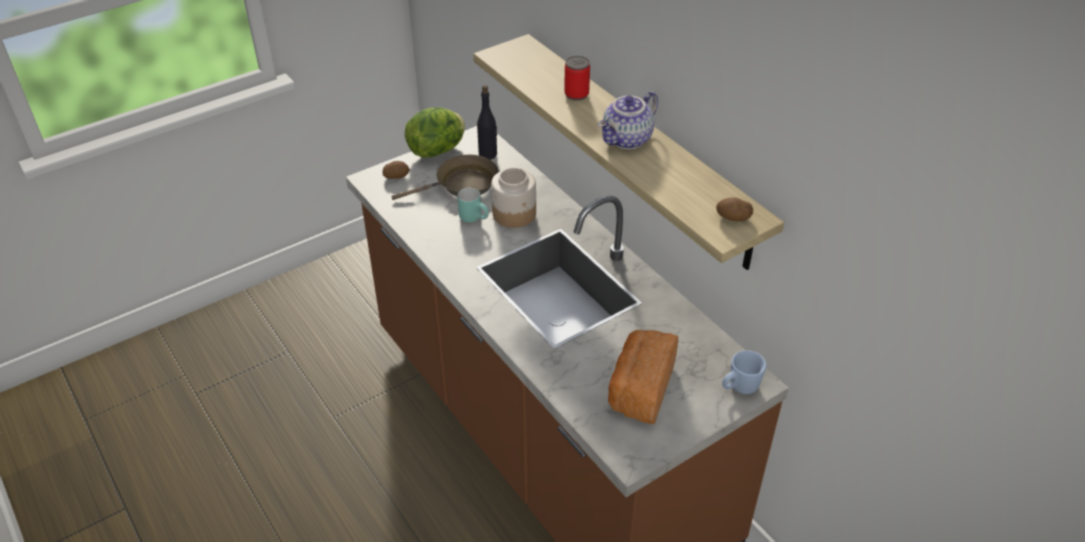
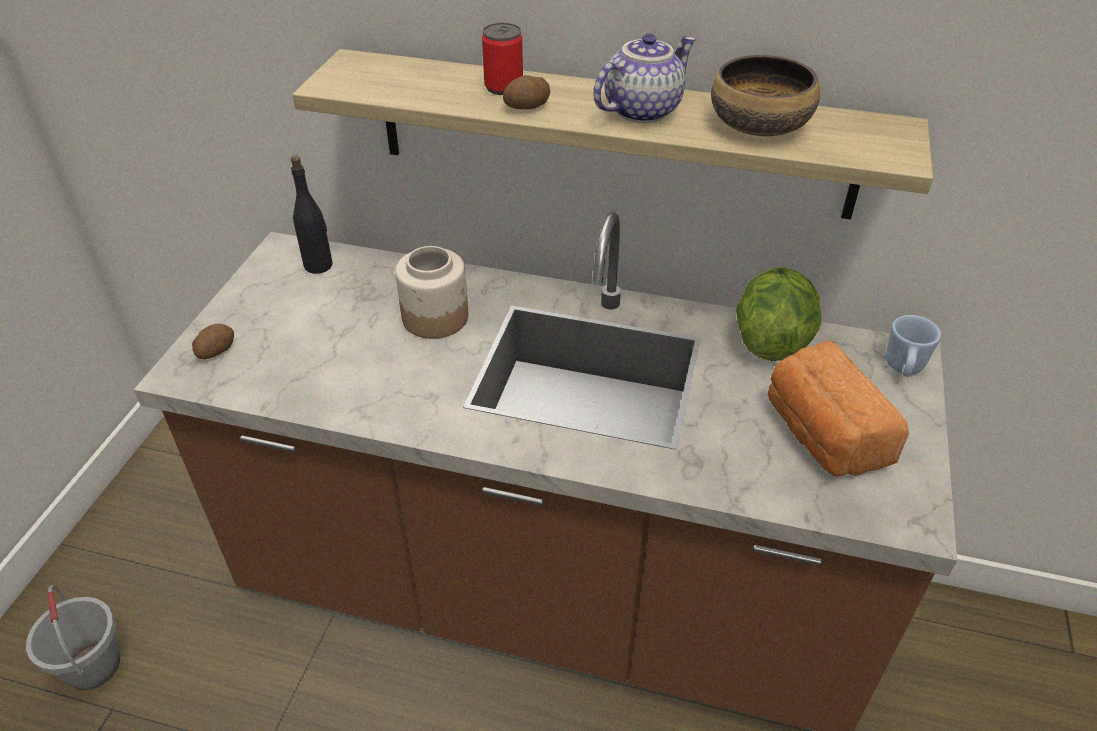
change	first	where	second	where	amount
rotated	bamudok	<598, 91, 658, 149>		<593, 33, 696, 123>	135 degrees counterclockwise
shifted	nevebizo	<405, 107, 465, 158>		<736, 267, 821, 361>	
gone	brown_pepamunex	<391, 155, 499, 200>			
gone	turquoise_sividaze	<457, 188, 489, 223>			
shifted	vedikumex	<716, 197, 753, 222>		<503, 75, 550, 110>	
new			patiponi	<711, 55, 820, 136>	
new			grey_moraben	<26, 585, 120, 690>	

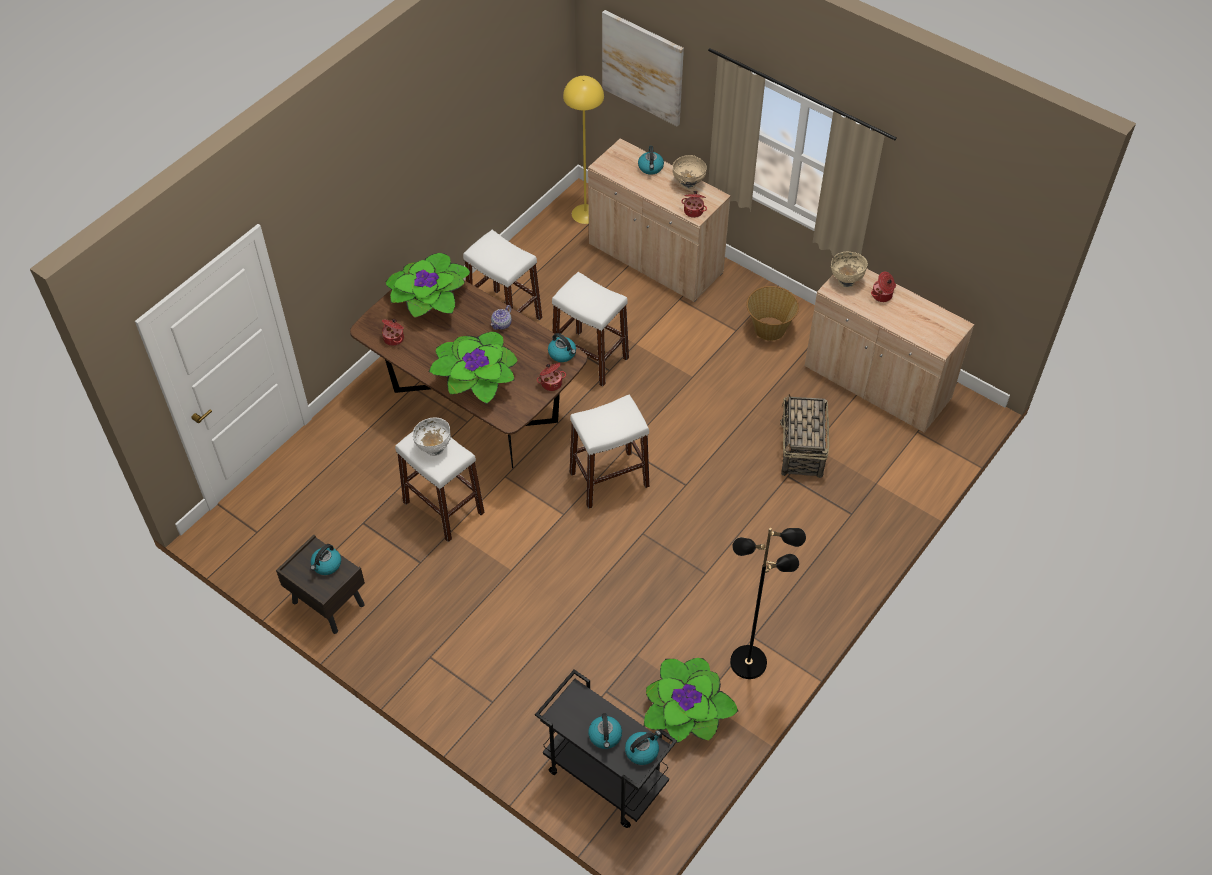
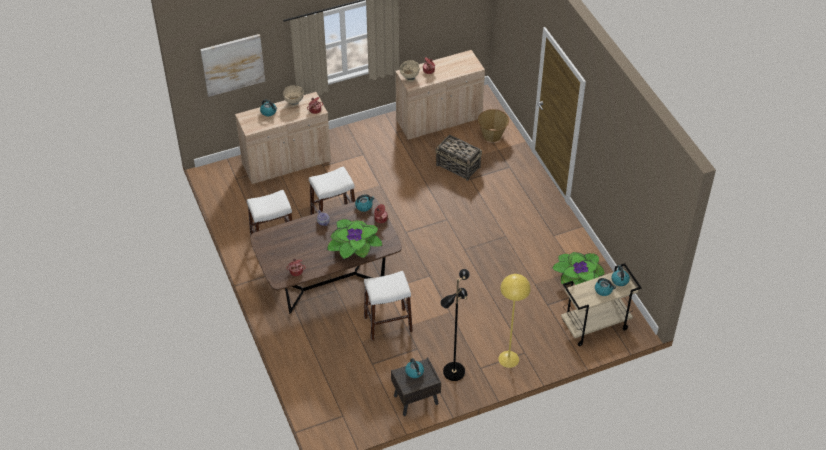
change	first	where	second	where	amount
shifted	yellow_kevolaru	<563, 76, 604, 224>		<498, 274, 531, 368>	
gone	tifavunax	<386, 253, 471, 318>			
shifted	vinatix	<747, 286, 799, 341>		<478, 109, 509, 142>	
gone	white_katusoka	<570, 394, 650, 509>			
gone	white_patiponi	<413, 417, 451, 456>			
shifted	black_kevolaru	<730, 528, 806, 679>		<440, 269, 470, 381>	
repainted	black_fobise	<535, 669, 677, 828>	beige_fobise	<561, 263, 642, 346>	

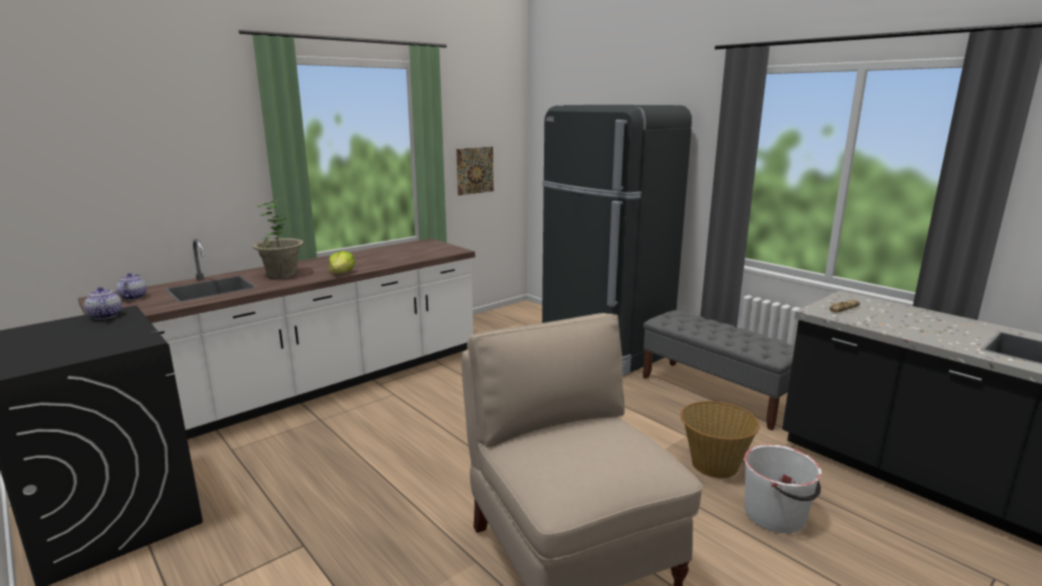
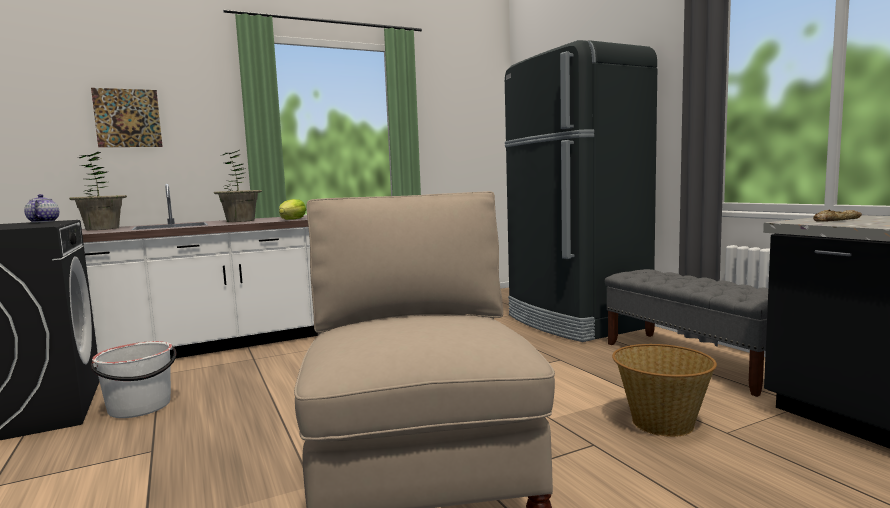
change	first	where	second	where	amount
shifted	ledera	<456, 147, 494, 195>		<91, 88, 163, 147>	
swapped	bamudok	<116, 273, 147, 300>	tifavunax	<69, 152, 127, 230>	
shifted	white_moraben	<744, 444, 822, 533>		<91, 341, 177, 418>	

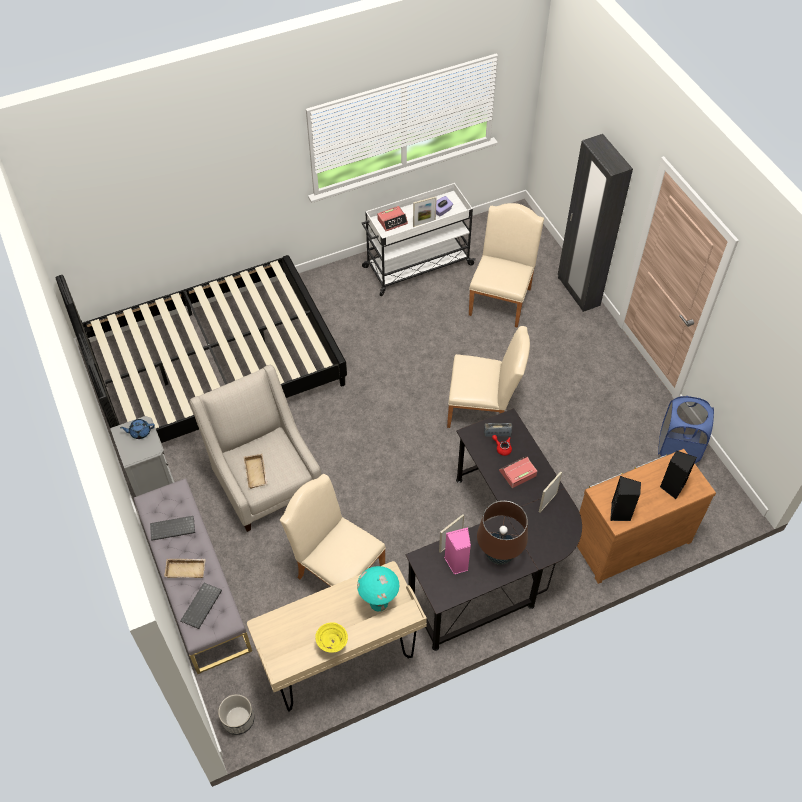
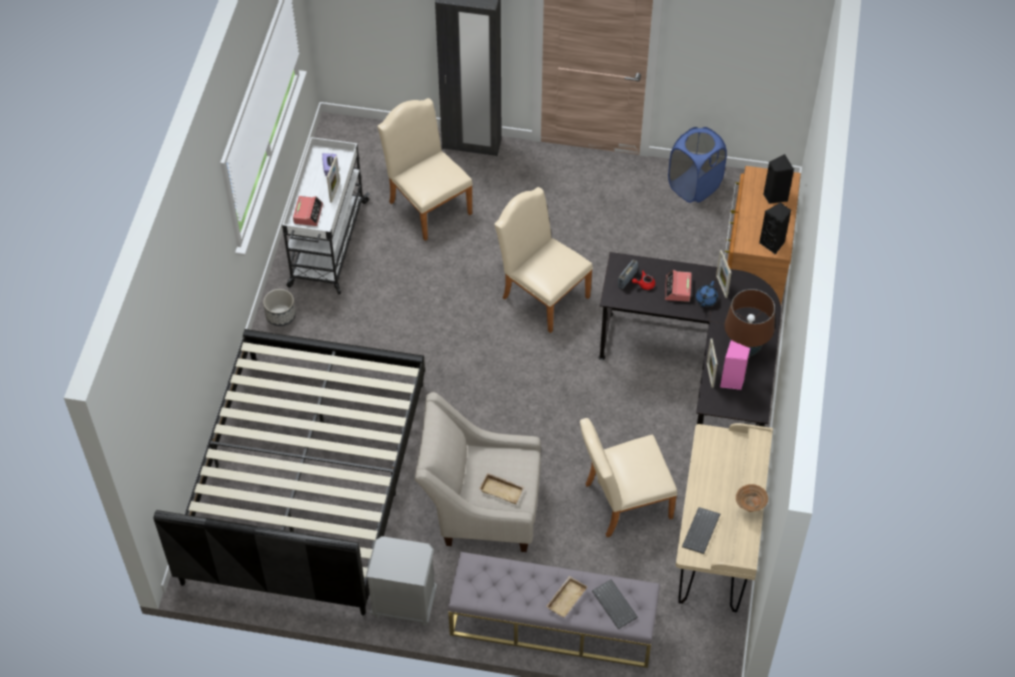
change	first	where	second	where	amount
rotated	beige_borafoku	<447, 326, 530, 428>		<494, 187, 593, 333>	90 degrees counterclockwise
shifted	blue_bamudok	<120, 419, 155, 439>		<696, 281, 718, 307>	
shifted	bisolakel	<150, 516, 195, 541>		<682, 507, 720, 554>	
gone	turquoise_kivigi	<357, 566, 399, 611>			
repainted	yellow_patiponi	<315, 622, 348, 653>	brown_patiponi	<736, 484, 768, 512>	
shifted	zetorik	<218, 694, 254, 735>		<263, 289, 296, 326>	

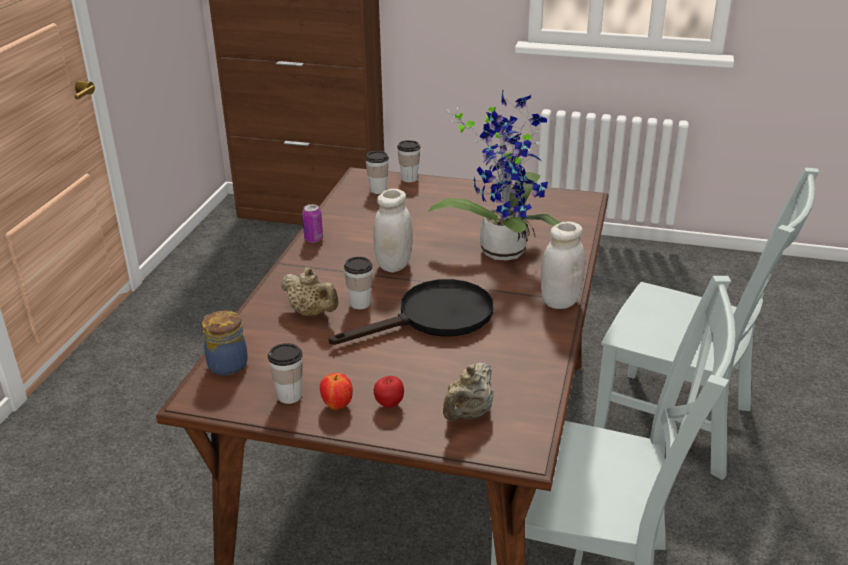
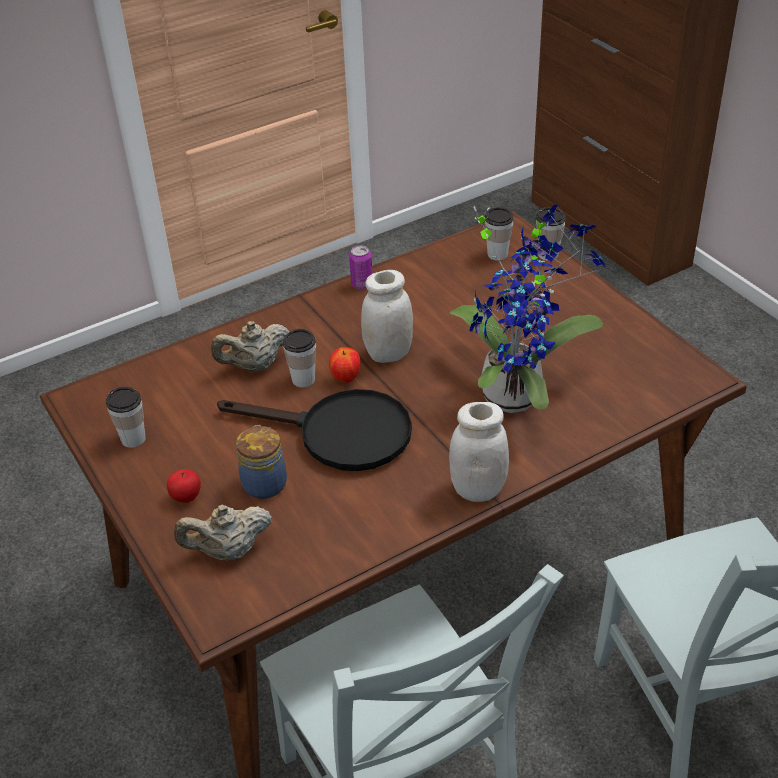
change	first	where	second	where	amount
rotated	beige_bamudok	<281, 267, 338, 317>		<211, 321, 290, 371>	75 degrees clockwise
shifted	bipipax	<202, 310, 248, 376>		<236, 425, 287, 499>	
shifted	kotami	<320, 373, 353, 410>		<329, 347, 361, 383>	

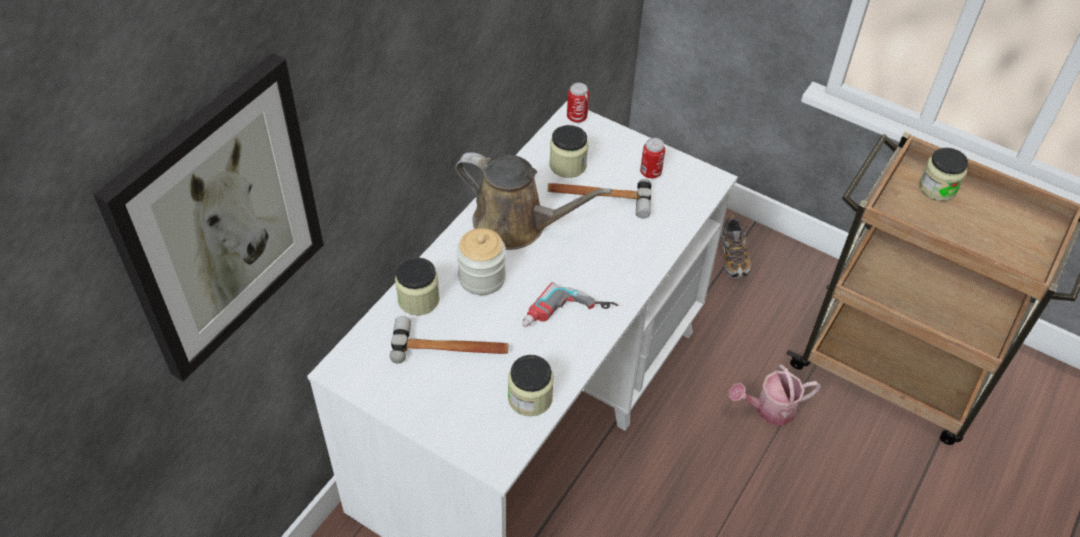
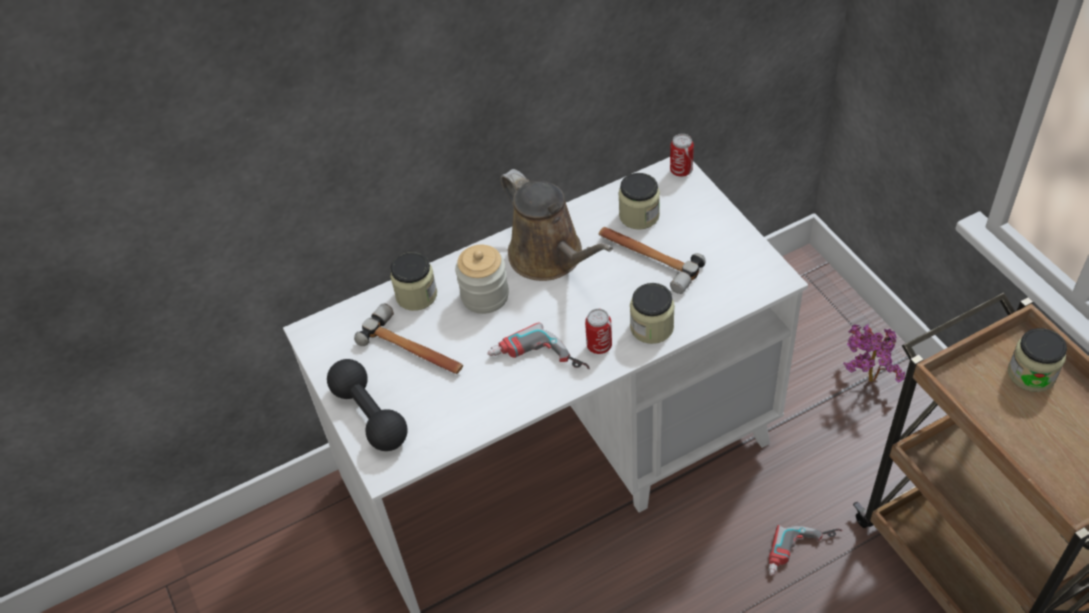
change	first	where	second	where	amount
gone	ledera	<94, 53, 324, 381>			
shifted	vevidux	<640, 138, 665, 179>		<585, 309, 612, 354>	
swapped	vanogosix	<721, 215, 750, 278>	tifavunax	<843, 324, 905, 383>	
shifted	bipipax	<508, 355, 554, 417>		<630, 283, 675, 344>	
swapped	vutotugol	<729, 364, 821, 426>	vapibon	<768, 525, 843, 576>	
new			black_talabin	<327, 359, 408, 451>	

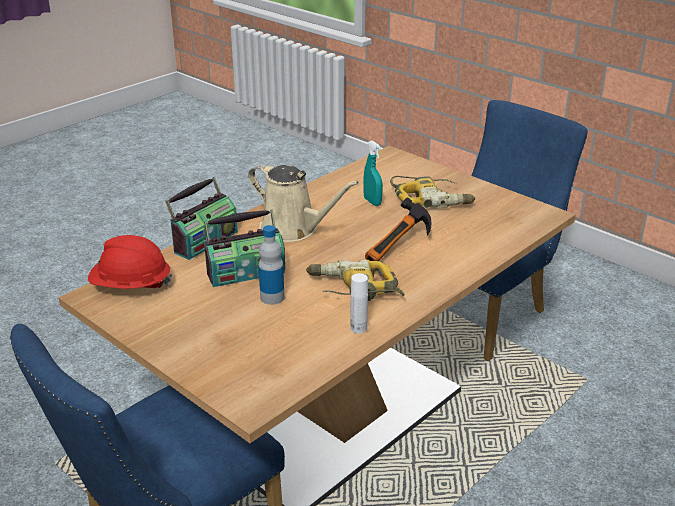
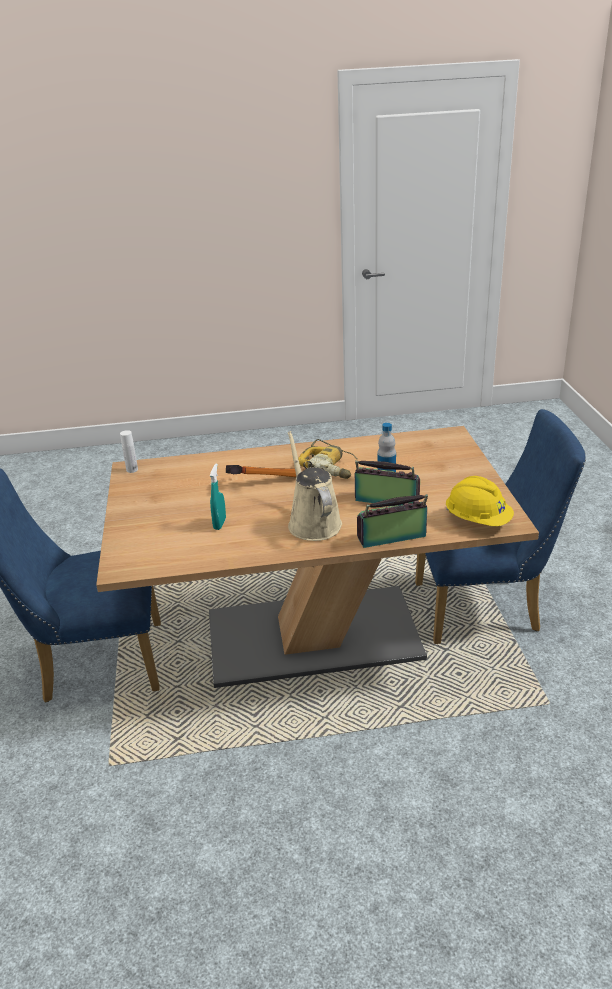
change	first	where	second	where	amount
gone	vapibon	<390, 176, 475, 208>			
repainted	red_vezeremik	<88, 235, 172, 289>	yellow_vezeremik	<446, 476, 514, 526>	
shifted	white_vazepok	<350, 273, 368, 334>		<120, 430, 138, 473>	

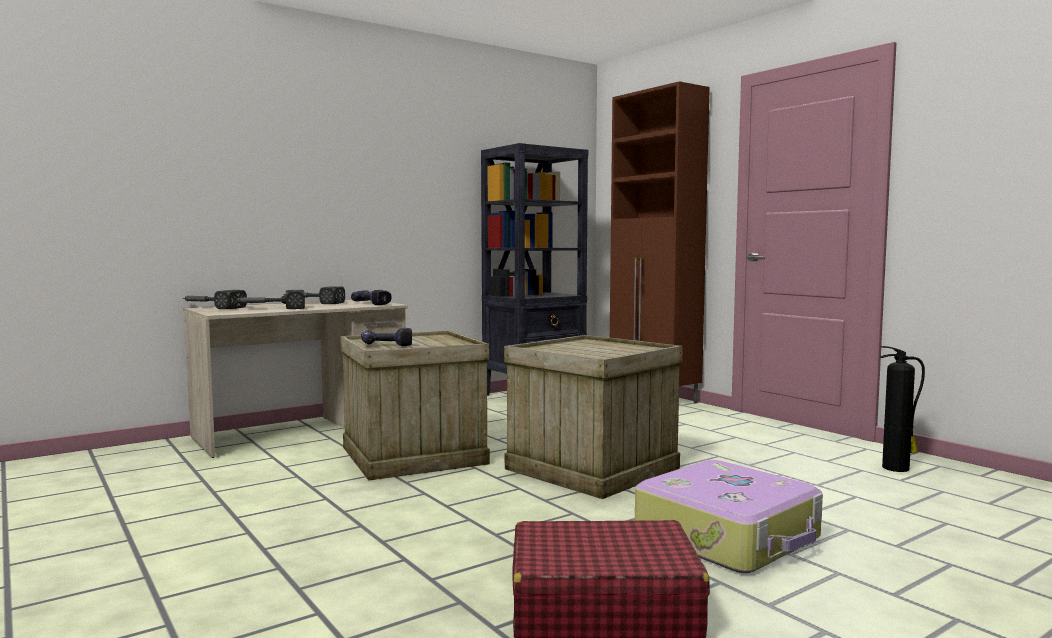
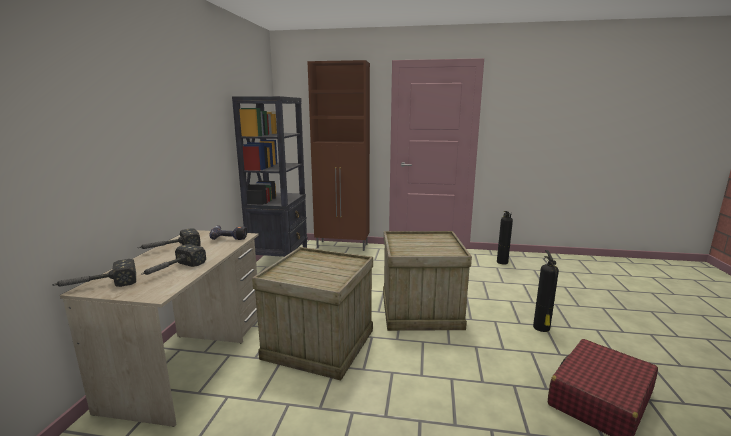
change	first	where	second	where	amount
gone	vapibon	<361, 328, 412, 346>			
swapped	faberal	<635, 460, 823, 573>	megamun	<533, 250, 559, 332>	

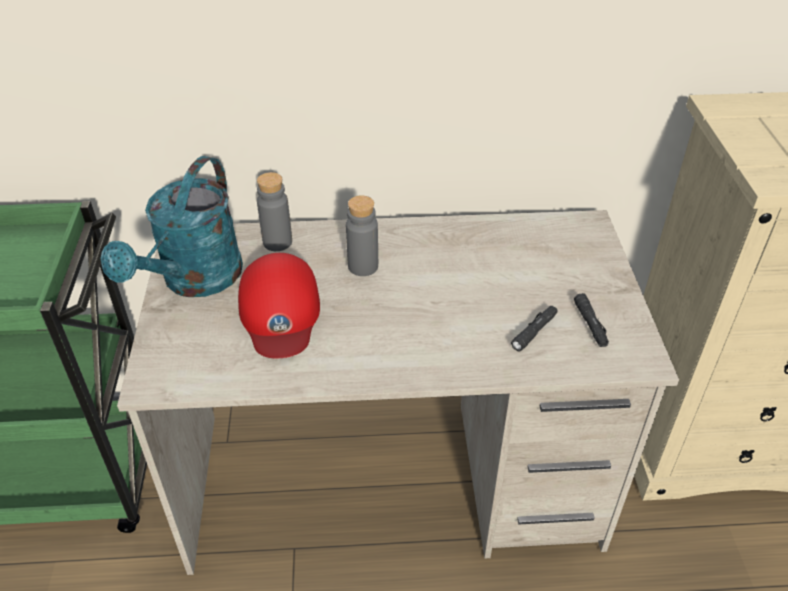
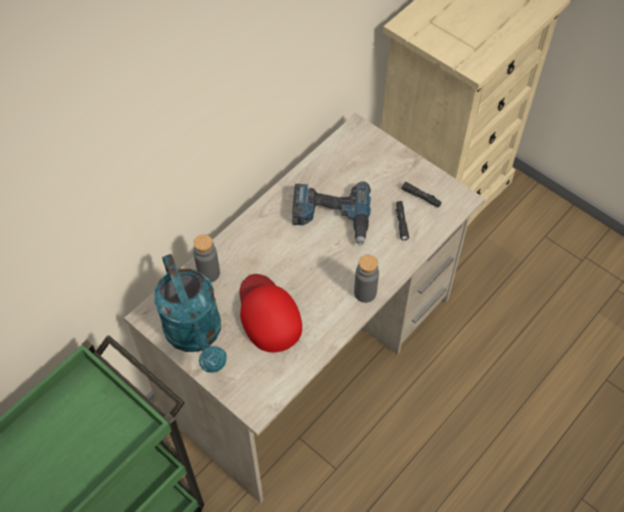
change	first	where	second	where	amount
shifted	grey_vazepok	<346, 195, 378, 276>		<354, 255, 379, 303>	
rotated	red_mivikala	<238, 253, 320, 358>		<239, 274, 302, 352>	150 degrees counterclockwise
new			vapibon	<292, 181, 371, 246>	

